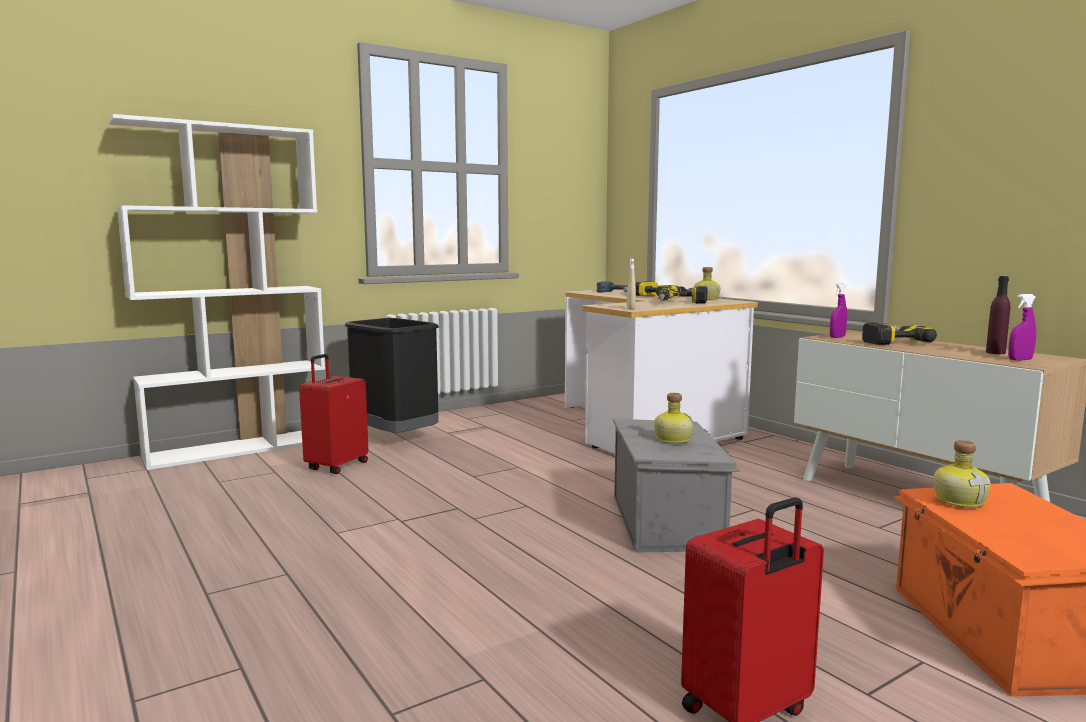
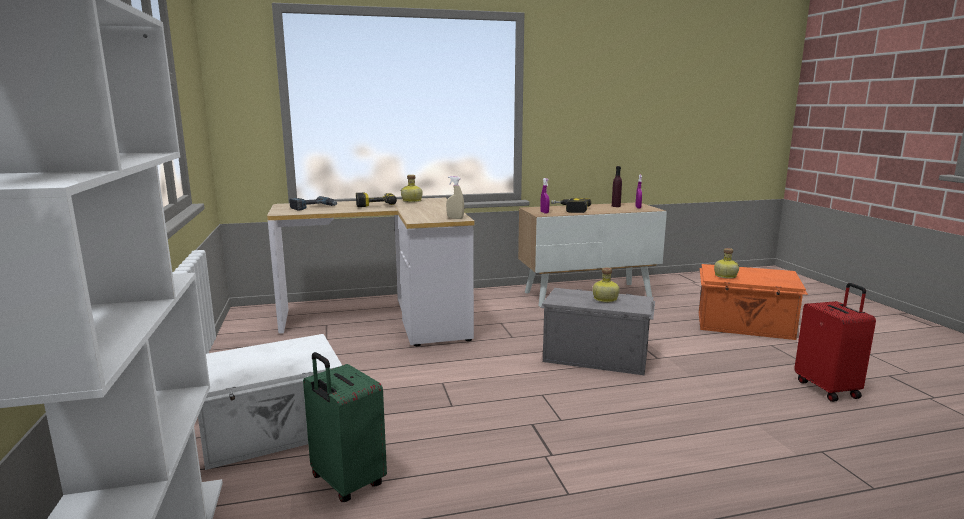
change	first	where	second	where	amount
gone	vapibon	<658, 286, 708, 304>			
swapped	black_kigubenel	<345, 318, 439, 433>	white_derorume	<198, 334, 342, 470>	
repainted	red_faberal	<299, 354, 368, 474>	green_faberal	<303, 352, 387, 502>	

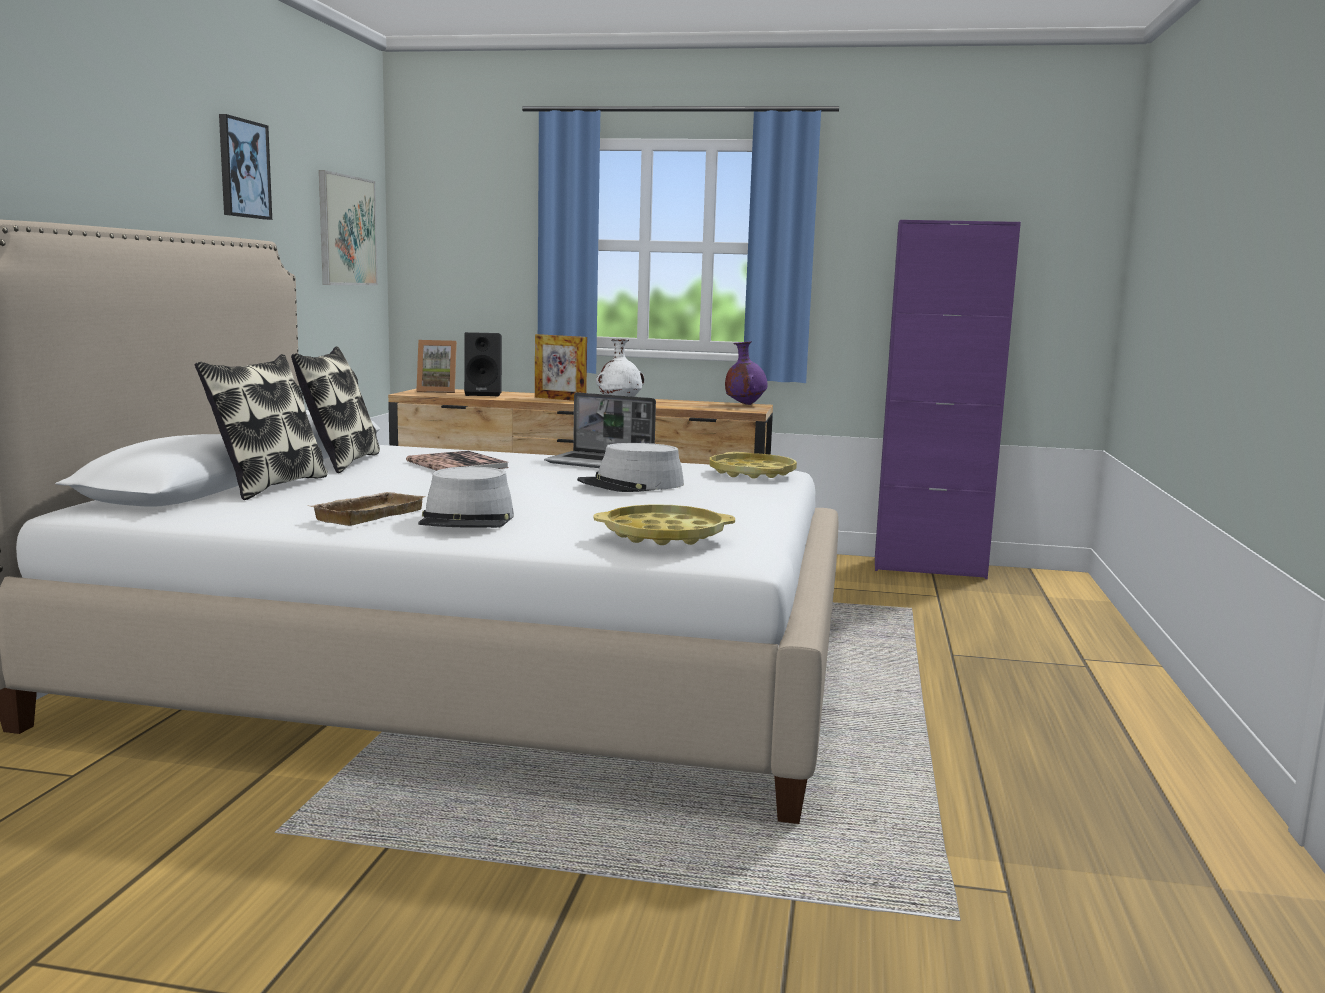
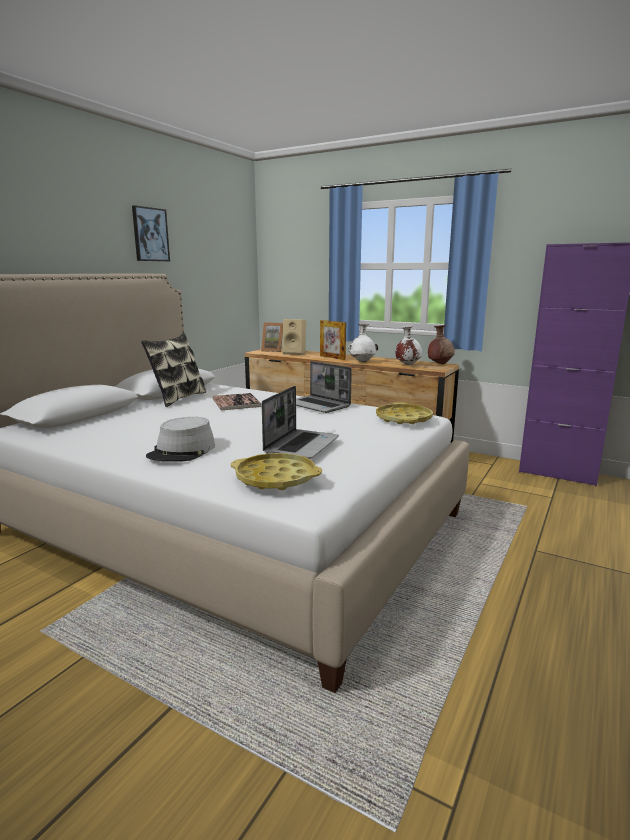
change	first	where	second	where	amount
gone	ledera	<319, 170, 378, 285>			
repainted	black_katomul	<464, 332, 502, 396>	beige_katomul	<283, 319, 306, 355>	
repainted	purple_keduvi	<725, 341, 767, 405>	brown_keduvi	<428, 325, 455, 364>	
gone	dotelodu	<195, 354, 328, 500>			
gone	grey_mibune	<577, 443, 684, 492>			
gone	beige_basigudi	<310, 492, 425, 526>			
new			white_keduvi	<396, 326, 422, 365>	
new			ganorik	<262, 386, 339, 459>	

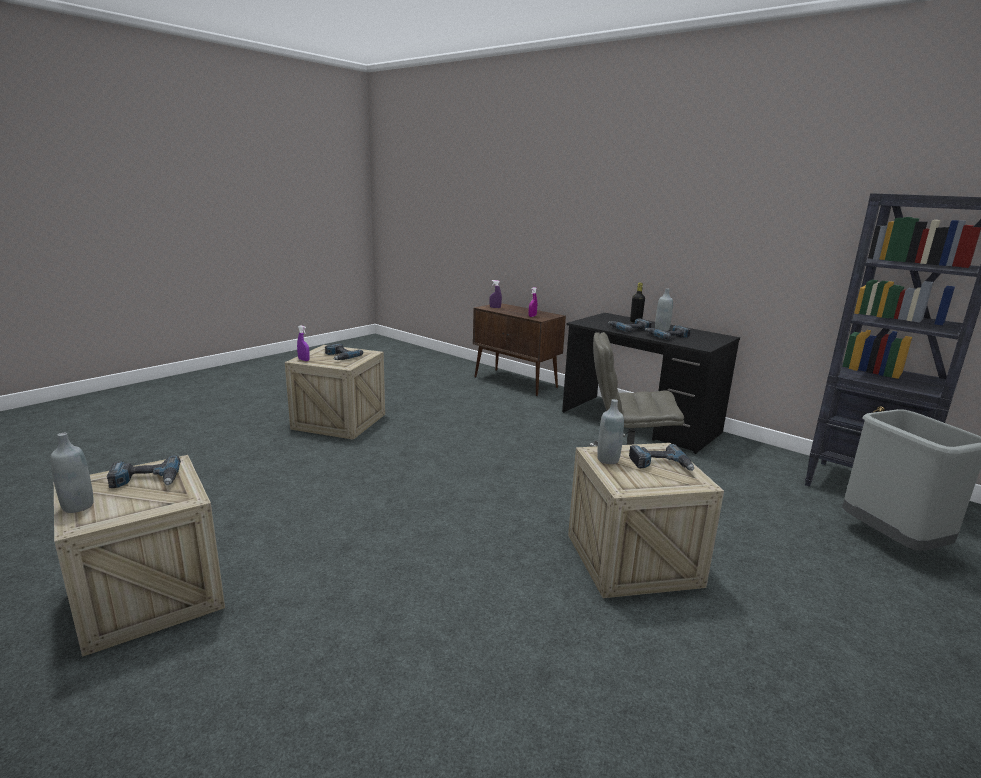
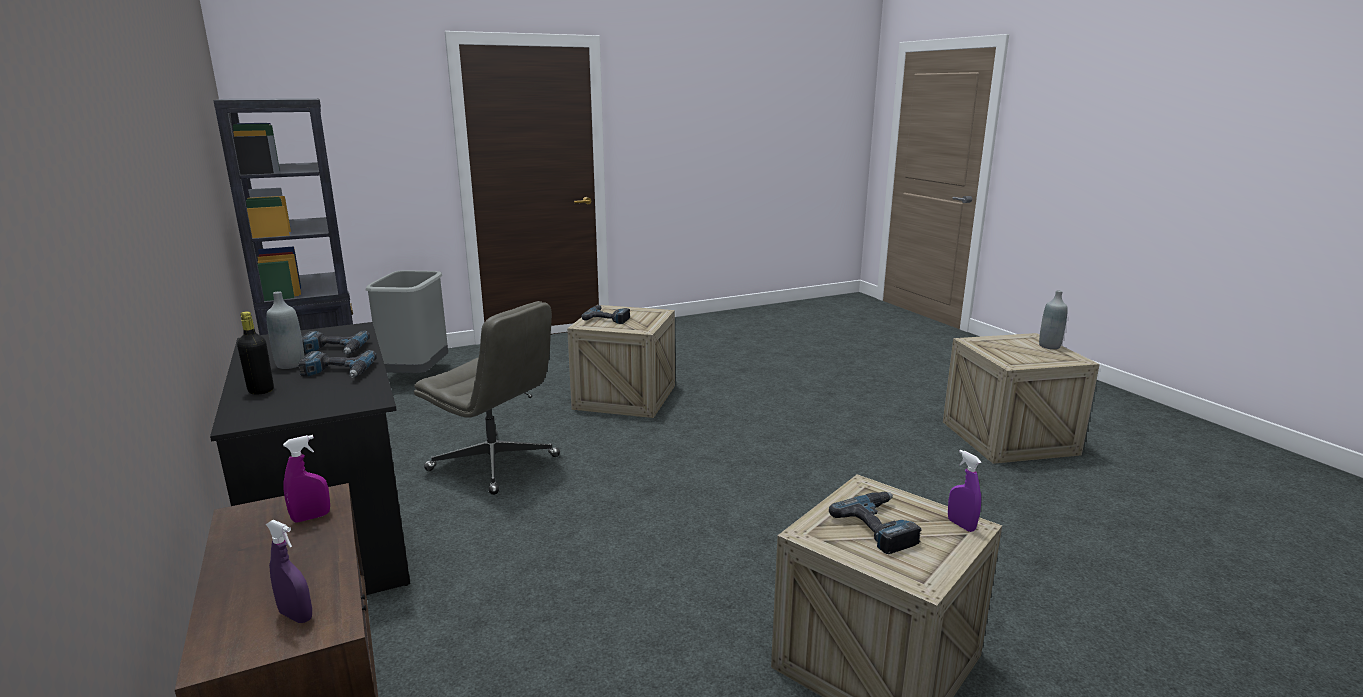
change	first	where	second	where	amount
gone	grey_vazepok	<597, 399, 624, 464>			
gone	vapibon	<107, 455, 181, 488>			

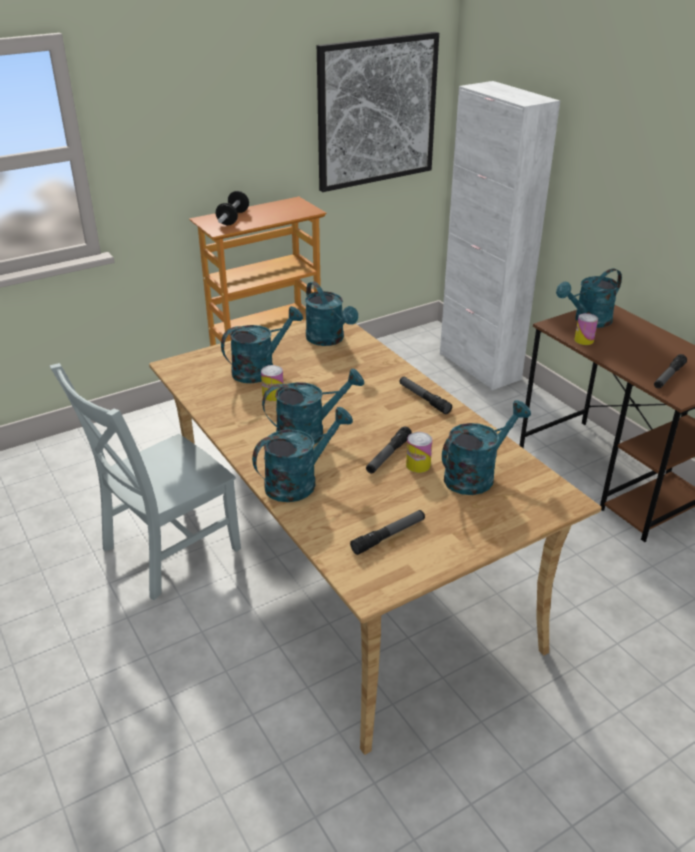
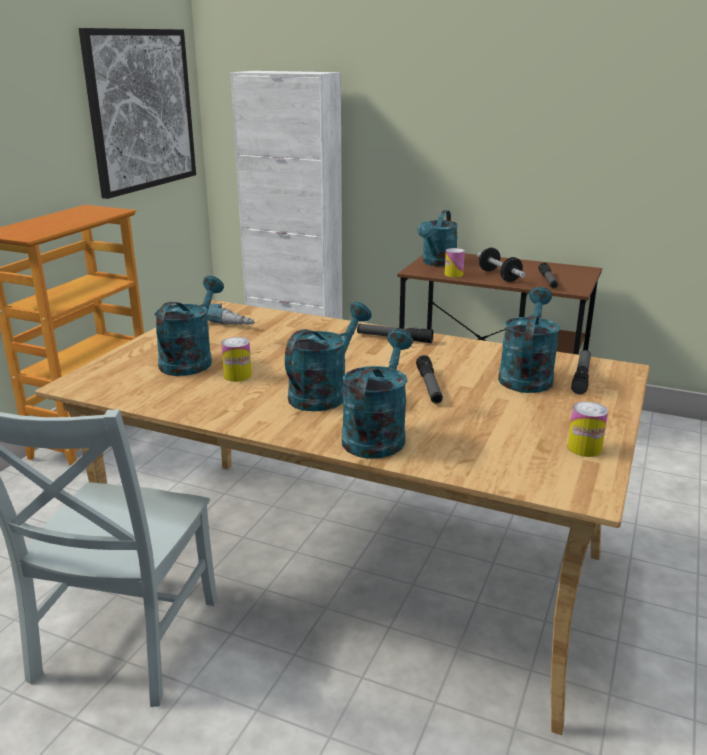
change	first	where	second	where	amount
shifted	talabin	<216, 191, 249, 225>		<477, 248, 526, 282>	
swapped	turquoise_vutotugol	<305, 281, 358, 346>	vapibon	<207, 303, 255, 325>	
shifted	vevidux	<406, 432, 432, 473>		<568, 401, 608, 457>	
shifted	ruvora	<350, 510, 425, 555>		<571, 350, 591, 394>	

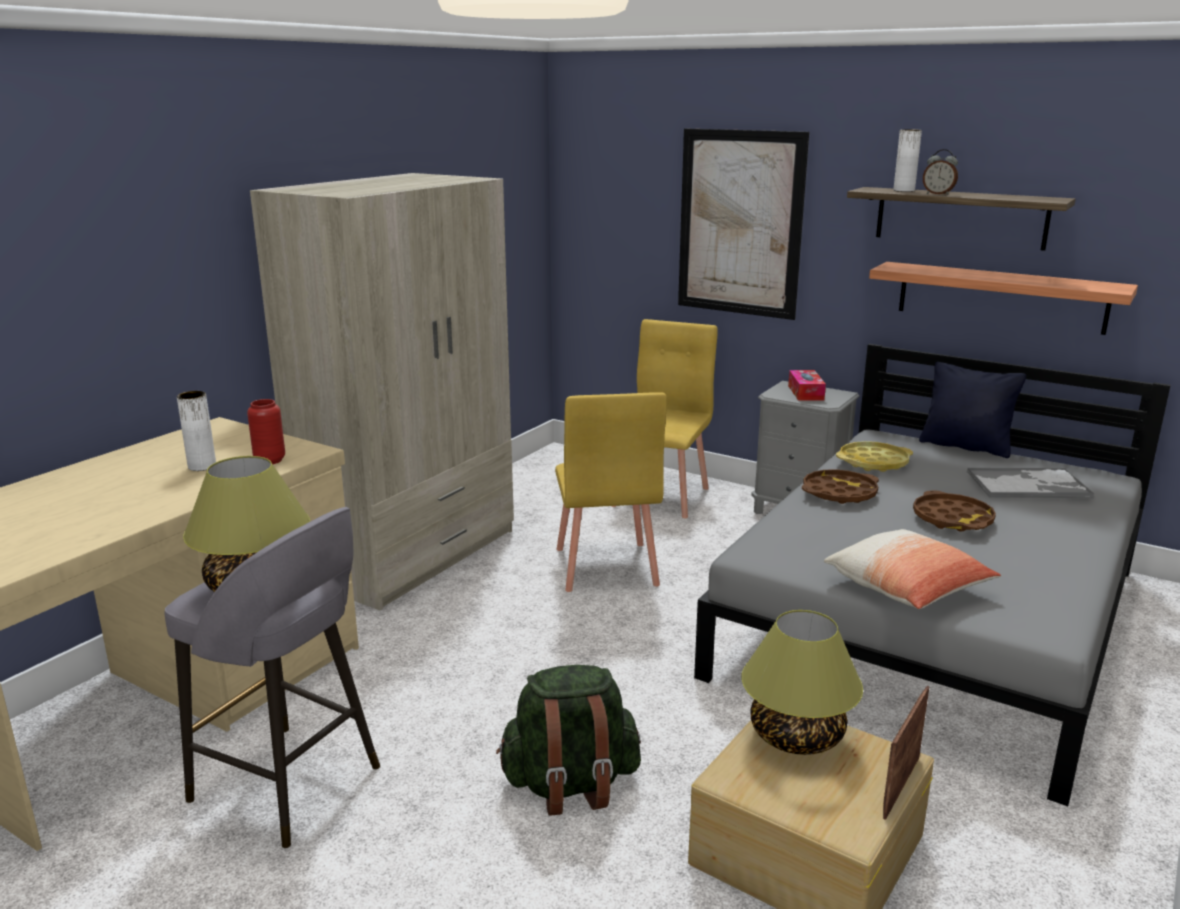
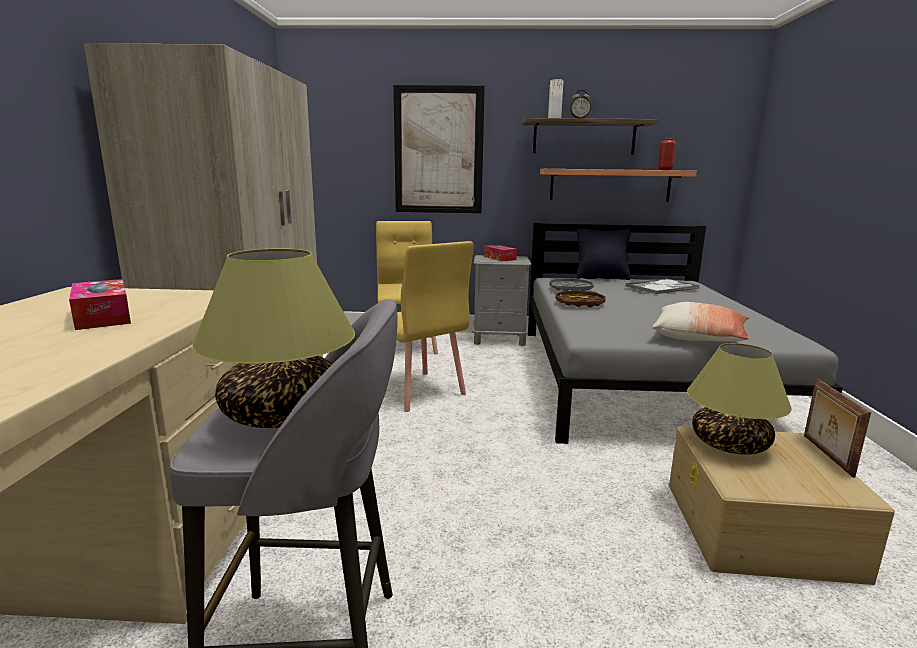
change	first	where	second	where	amount
swapped	white_keduvi	<177, 391, 216, 471>	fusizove	<69, 279, 131, 330>	
shifted	red_keduvi	<247, 399, 285, 464>		<658, 139, 676, 170>	
repainted	yellow_basigudi	<836, 441, 913, 472>	grey_basigudi	<550, 278, 594, 291>	
gone	brown_basigudi	<913, 491, 996, 532>			
gone	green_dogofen	<496, 665, 641, 816>			

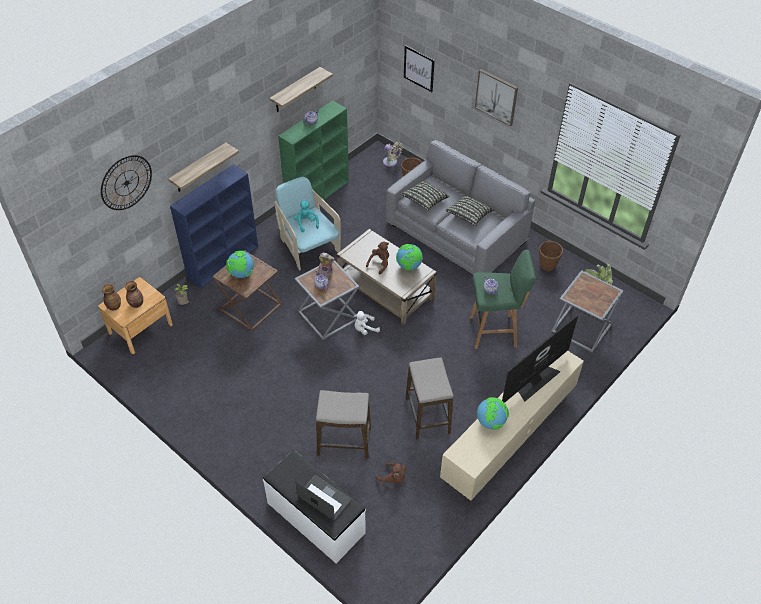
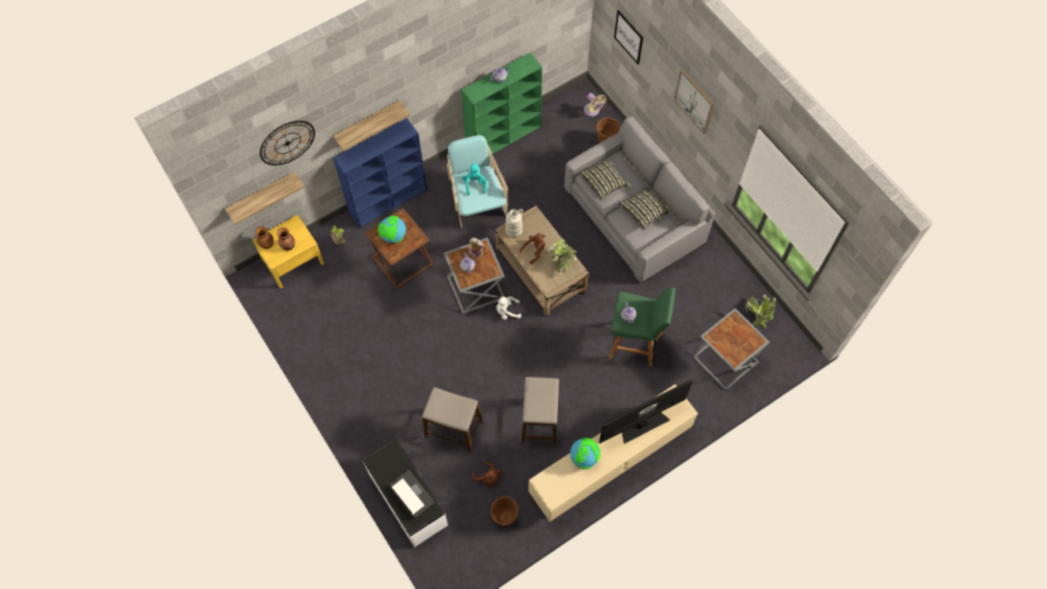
change	first	where	second	where	amount
shifted	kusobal	<269, 67, 333, 112>		<225, 172, 304, 225>	
shifted	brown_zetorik	<539, 241, 563, 271>		<491, 497, 518, 526>	
swapped	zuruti	<396, 244, 423, 270>	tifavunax	<548, 239, 577, 275>	
repainted	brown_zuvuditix	<98, 277, 173, 354>	yellow_zuvuditix	<253, 215, 324, 288>	
new			white_keduvi	<505, 209, 523, 237>	

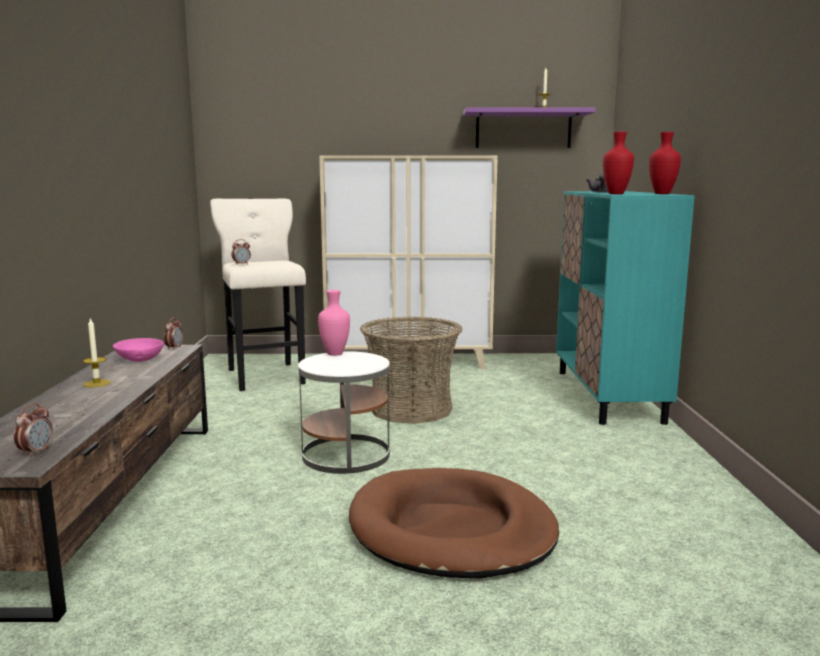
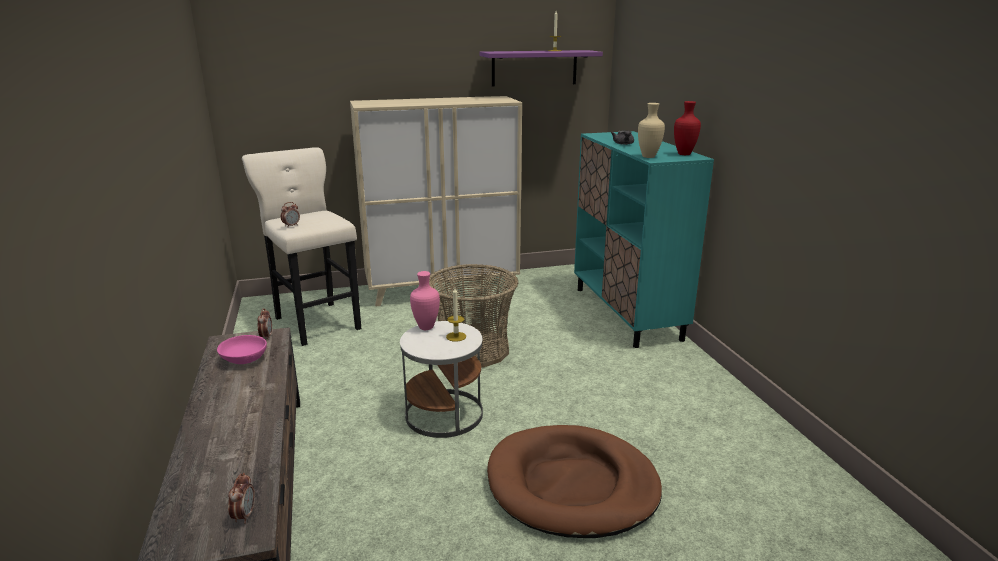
change	first	where	second	where	amount
repainted	red_keduvi	<603, 132, 634, 194>	beige_keduvi	<638, 103, 665, 158>	
shifted	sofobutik	<83, 318, 111, 387>		<446, 288, 466, 342>	

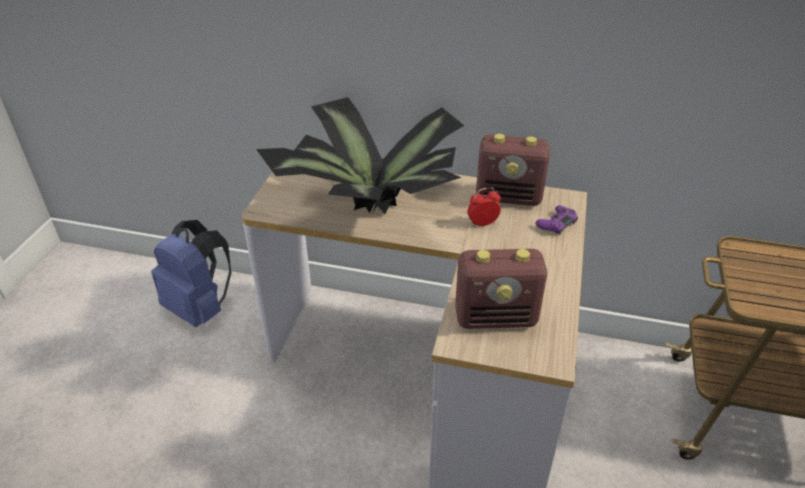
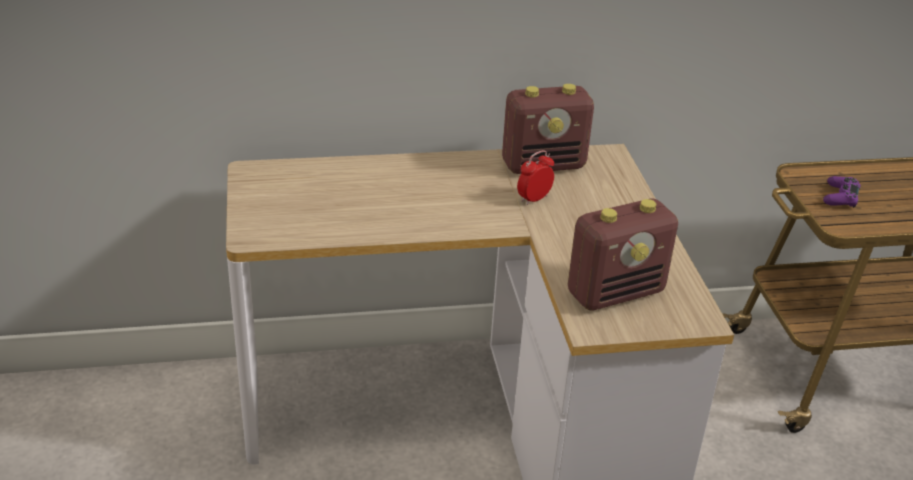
change	first	where	second	where	amount
gone	tifavunax	<256, 97, 464, 214>			
shifted	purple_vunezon	<536, 205, 578, 235>		<823, 176, 861, 208>	
gone	blue_dogofen	<151, 220, 232, 327>			

